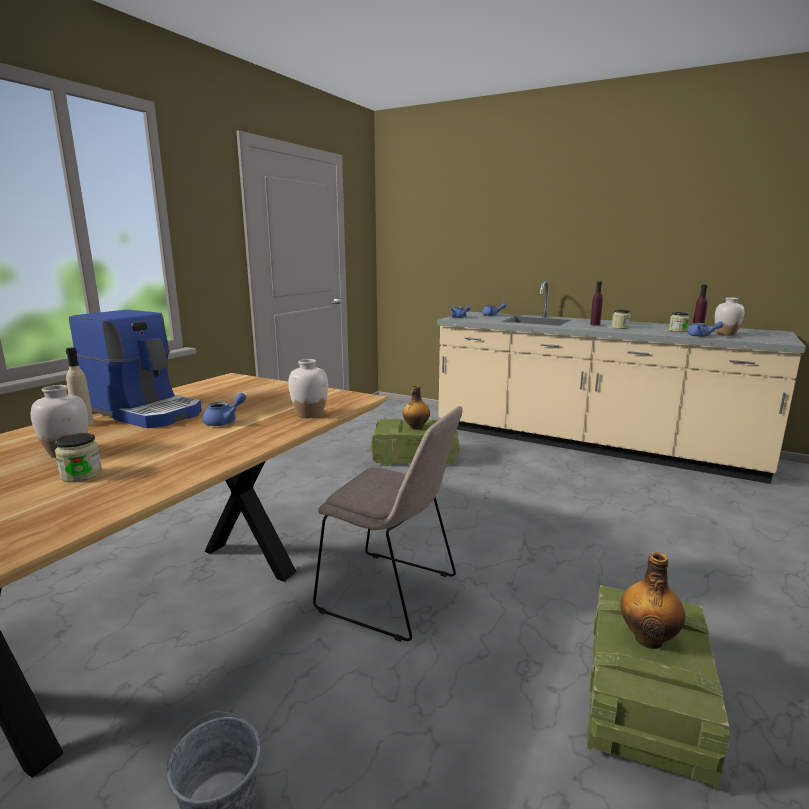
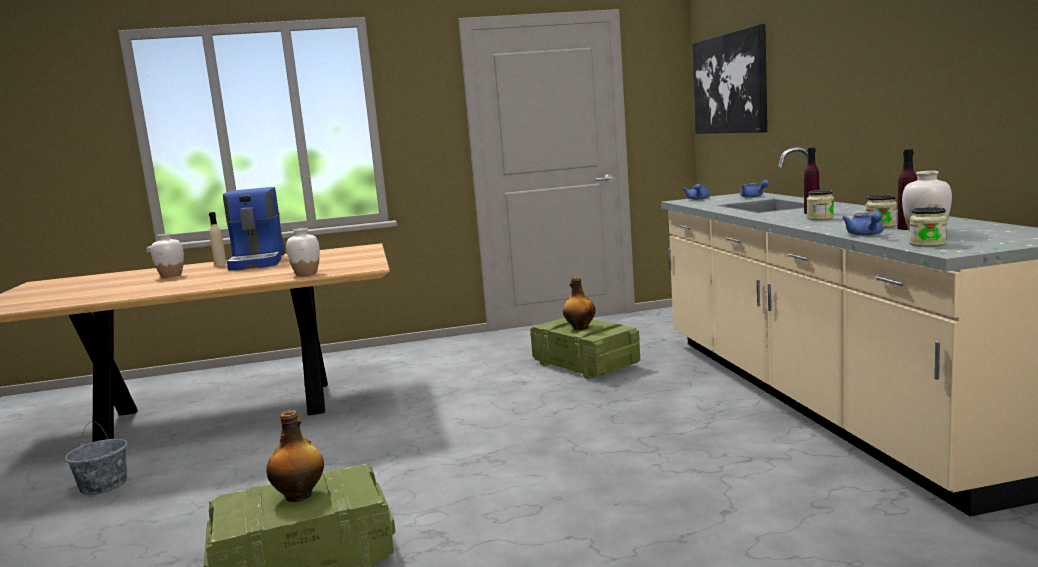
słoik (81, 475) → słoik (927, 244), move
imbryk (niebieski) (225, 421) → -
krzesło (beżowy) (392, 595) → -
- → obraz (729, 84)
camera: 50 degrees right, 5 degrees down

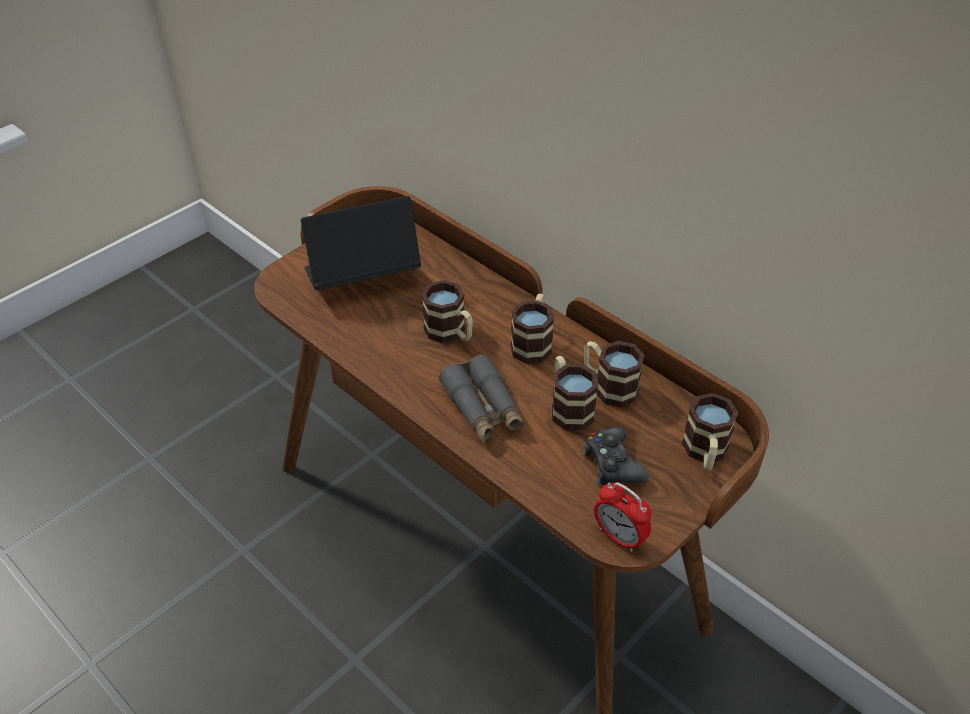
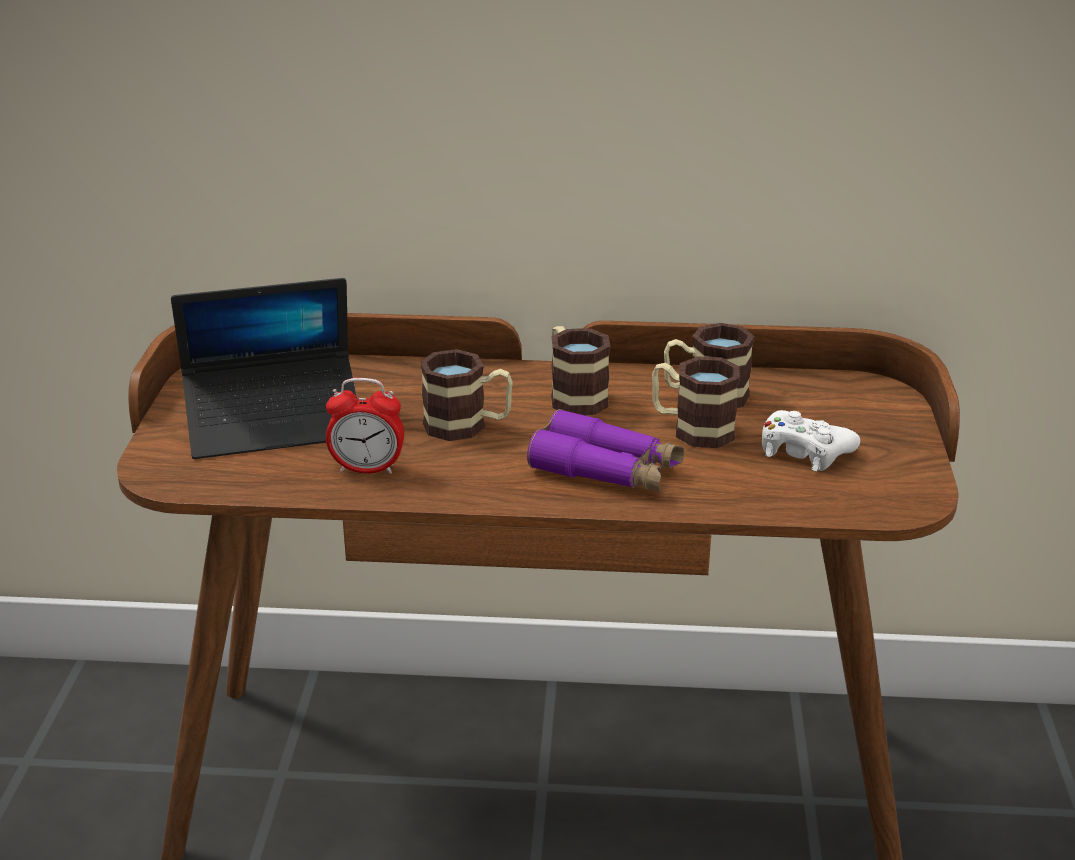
laptop (362, 277) → laptop (275, 422), 135 degrees counterclockwise
lornetka (szary) (483, 409) → lornetka (fioletowy) (606, 470)
pad do gier (czarny) (612, 464) → pad do gier (biały) (804, 451)
budzik (619, 537) → budzik (367, 469), move
kubek (705, 453) → -
camera: 40 degrees left, 15 degrees down

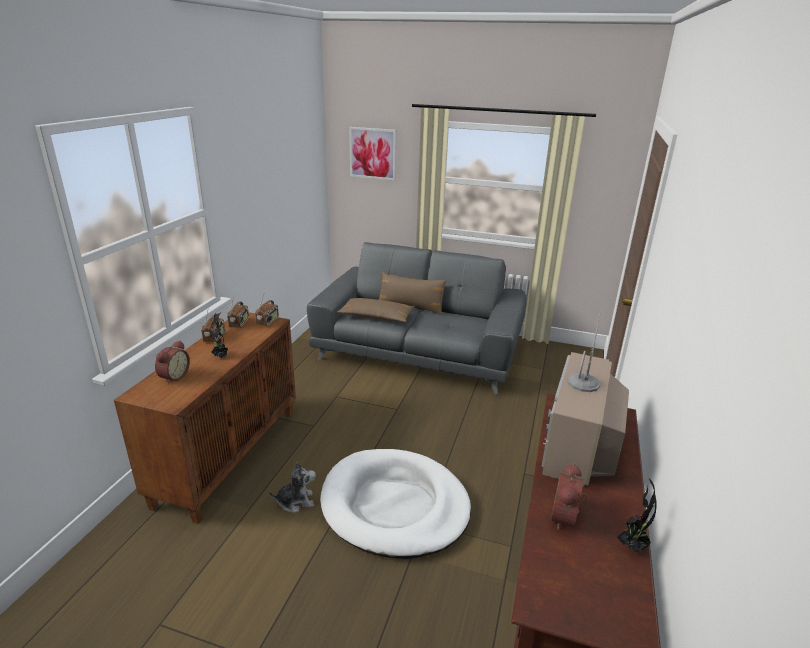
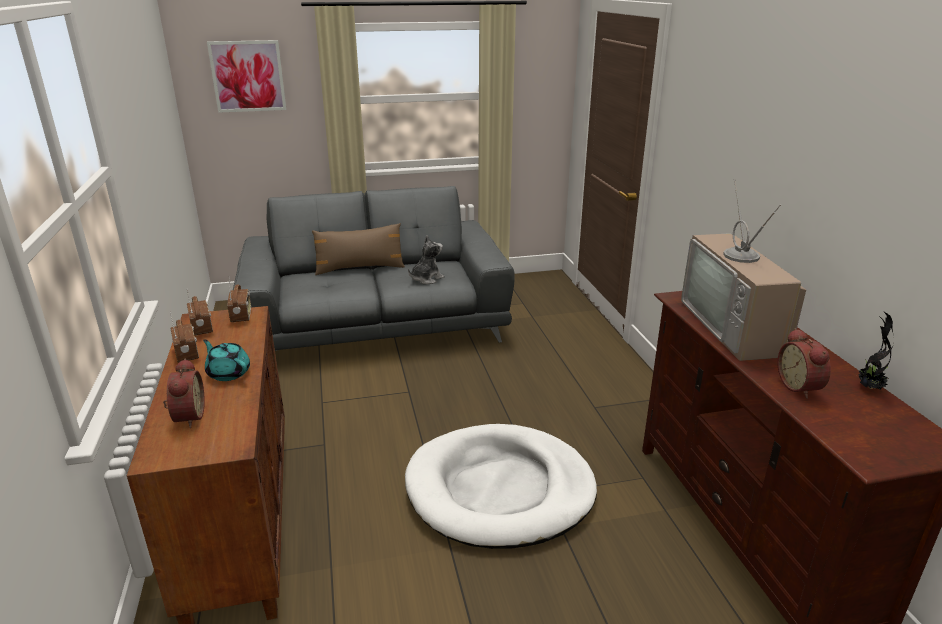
roślina doniczkowa (221, 357) → imbryk (turkusowy) (228, 373)
pluszak (295, 501) → pluszak (426, 279), move
poduszka (brązowy) (376, 317) → -
camera: 30 degrees left, 0 degrees up

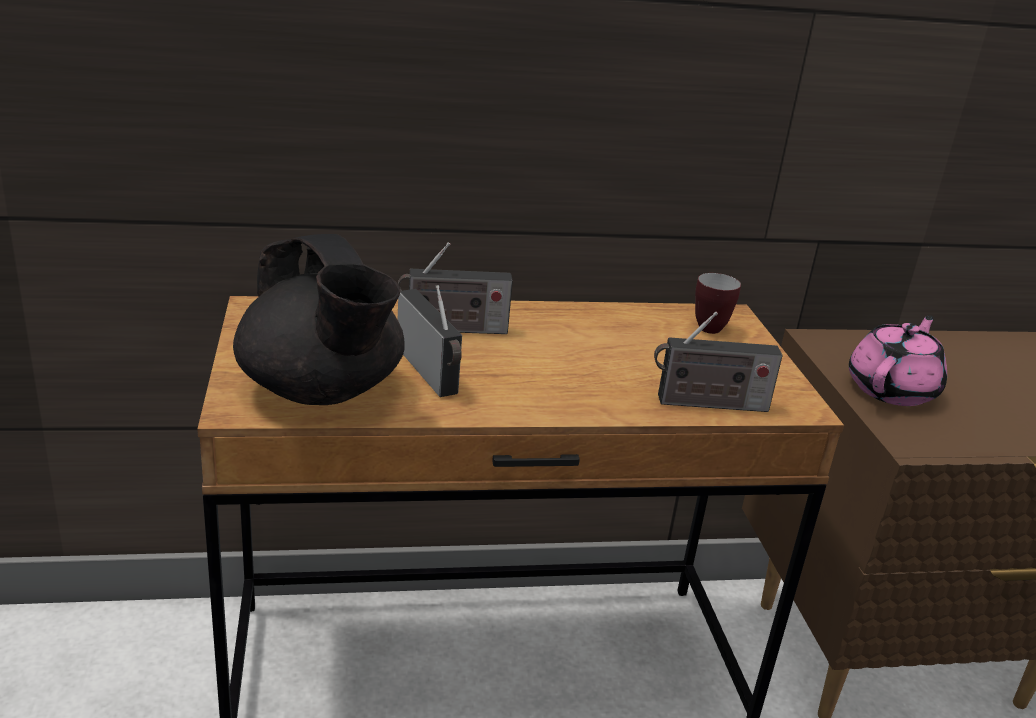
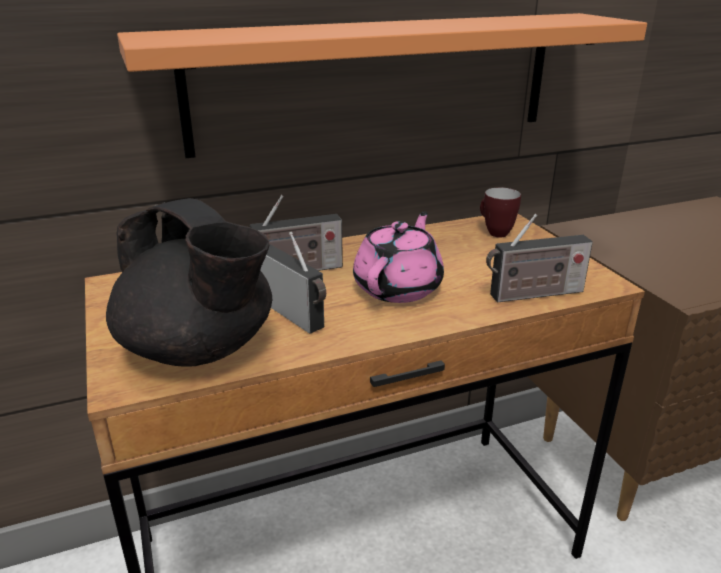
imbryk (różowy) (892, 389) → imbryk (różowy) (399, 287), move
- → półka (pomarańczowy) (376, 81)
camera: 10 degrees left, 0 degrees up

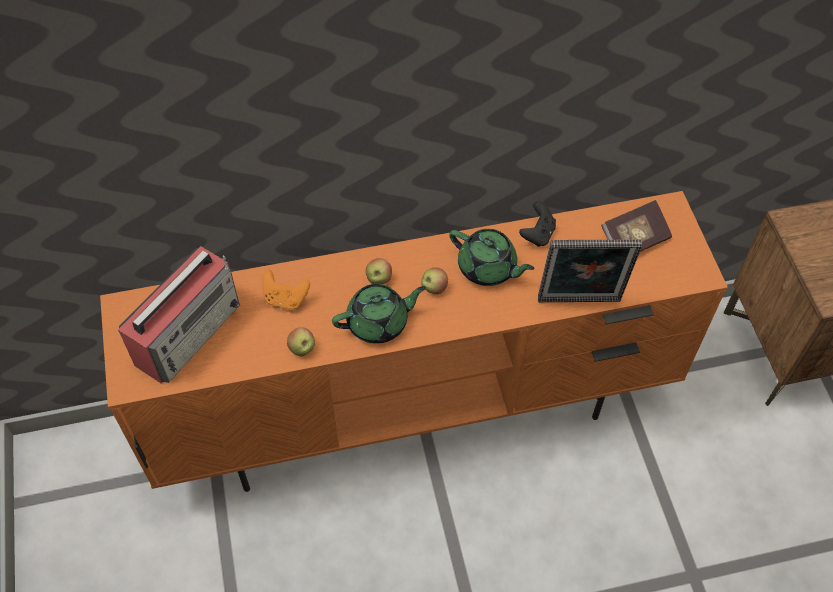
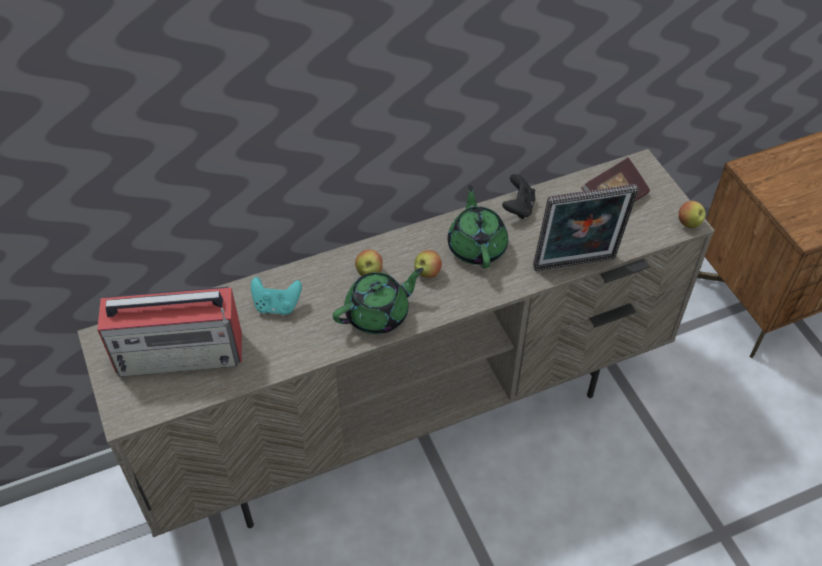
szafka pod telewizor (pomarańczowy) (417, 412) → szafka pod telewizor (beżowy) (411, 419)
radio (189, 332) → radio (181, 353), 60 degrees clockwise
pad do gier (pomarańczowy) (285, 299) → pad do gier (turkusowy) (277, 305)
jabłko (302, 349) → jabłko (689, 223), move
imbryk (zielony) (488, 268) → imbryk (zielony) (477, 246), 120 degrees counterclockwise
camera: 10 degrees left, 5 degrees down

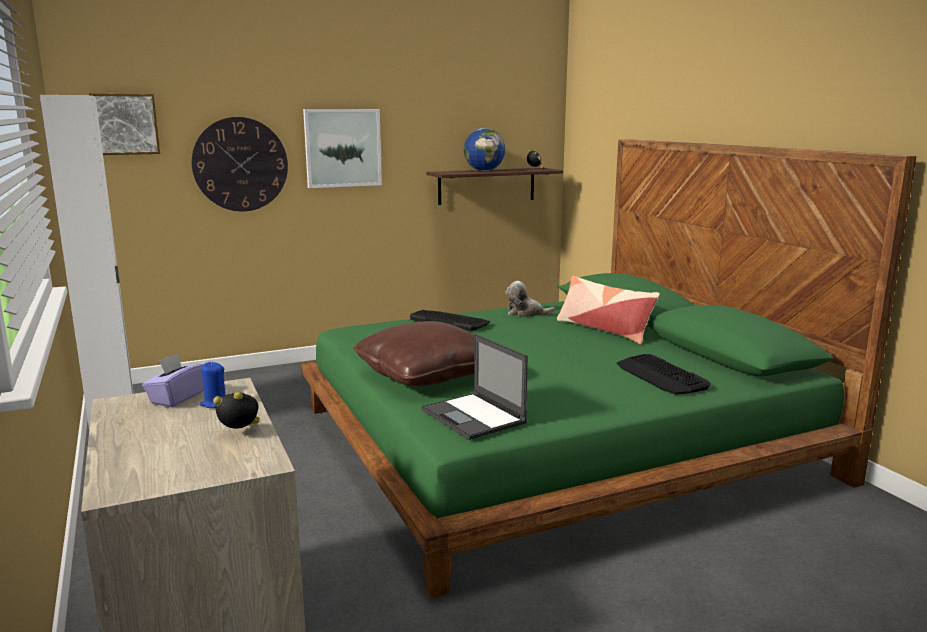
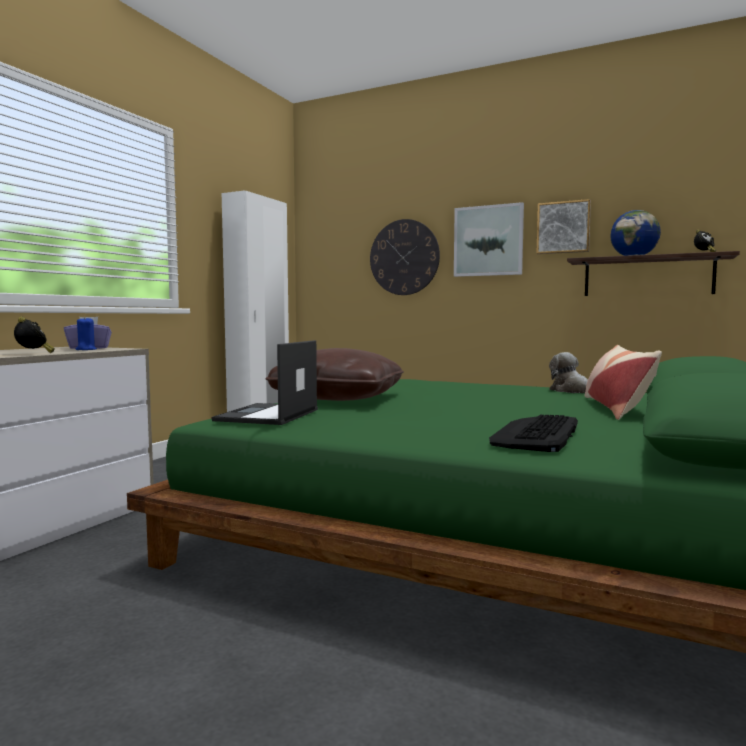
obraz (125, 124) → obraz (563, 227), move
klawiatura (449, 321) → -
camera: 50 degrees right, 10 degrees down

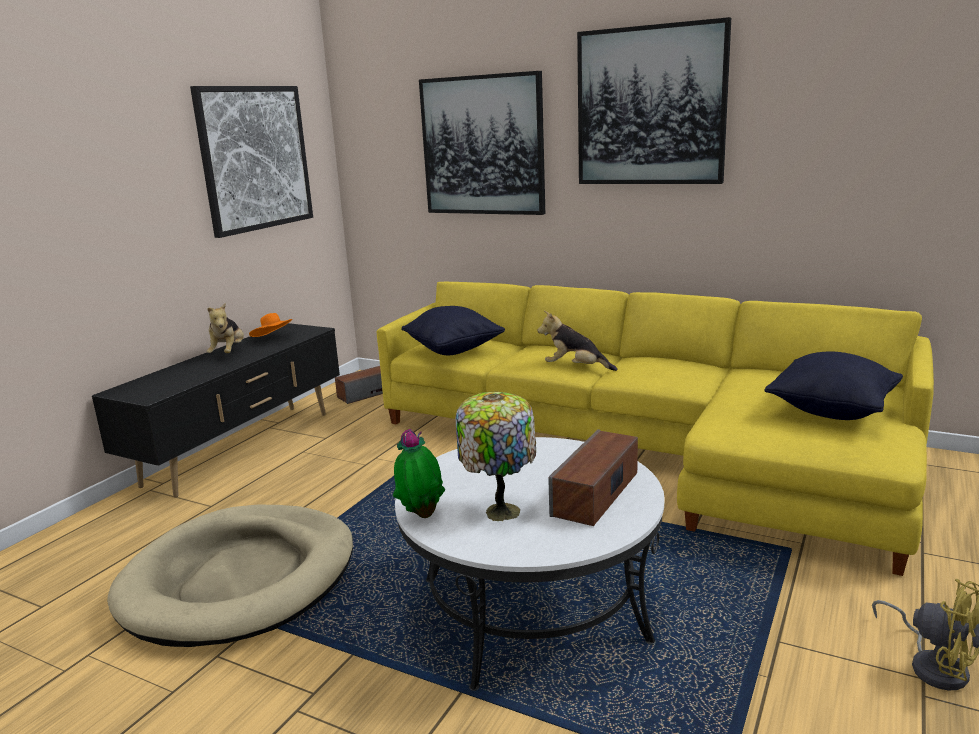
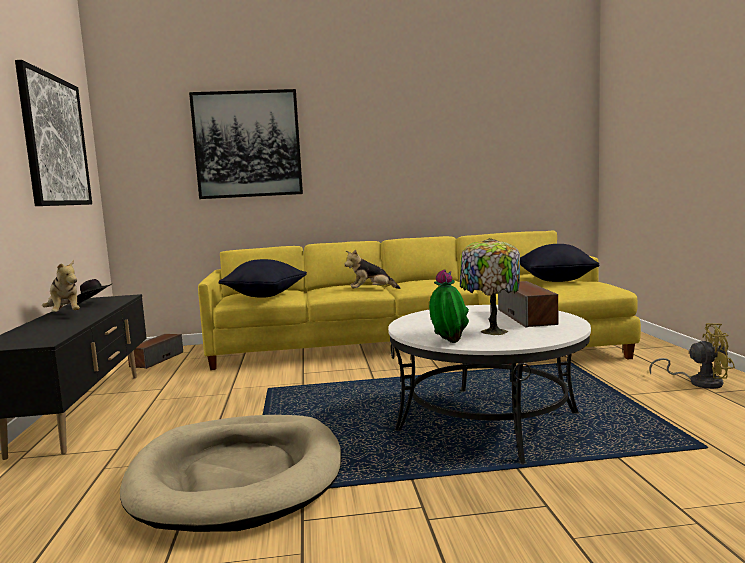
kapelusz (pomarańczowy) (273, 338) → kapelusz (czarny) (93, 304)
obraz (650, 106) → -
camera: 35 degrees left, 10 degrees down

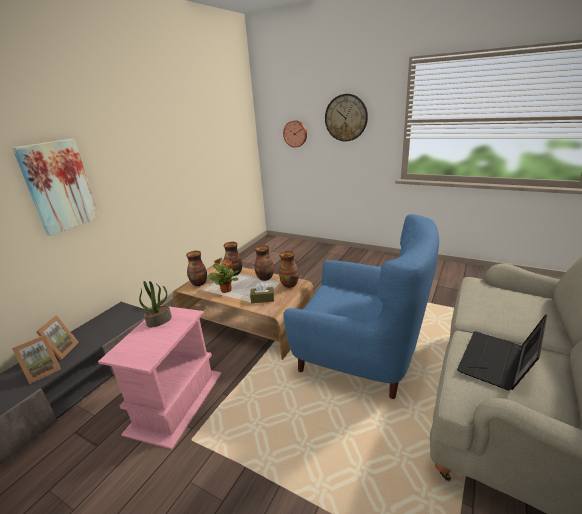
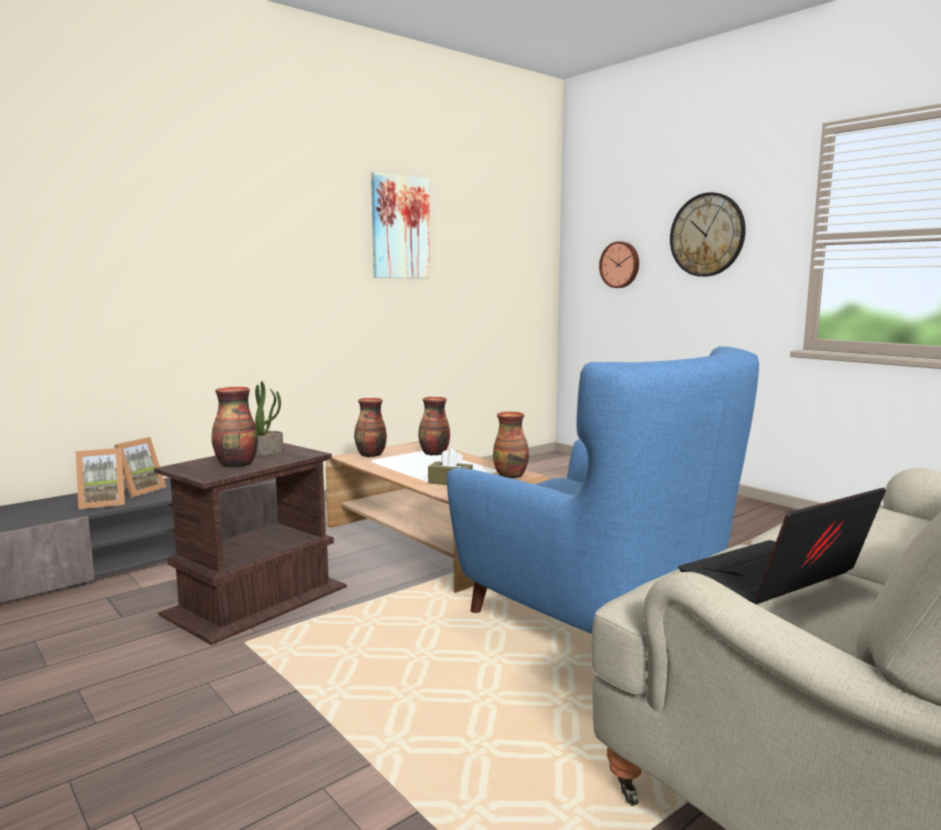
obraz (59, 186) → obraz (400, 227), move
stolik (różowy) (176, 401) → stolik (brązowy) (258, 599)
roślina doniczkowa (226, 290) → -
wazon (265, 278) → wazon (237, 465), move
camera: 20 degrees right, 15 degrees down

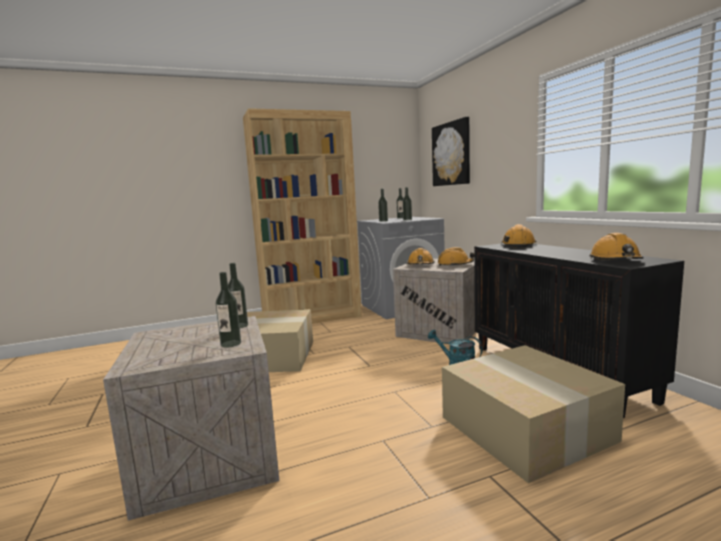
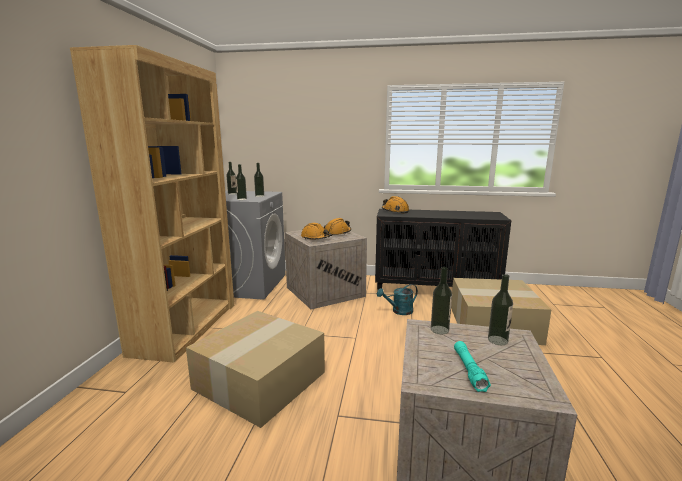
obraz (451, 154) → -
kask (pomarańczowy) (615, 260) → -
- → latarka (turkusowy) (469, 370)
camera: 60 degrees left, 5 degrees up

